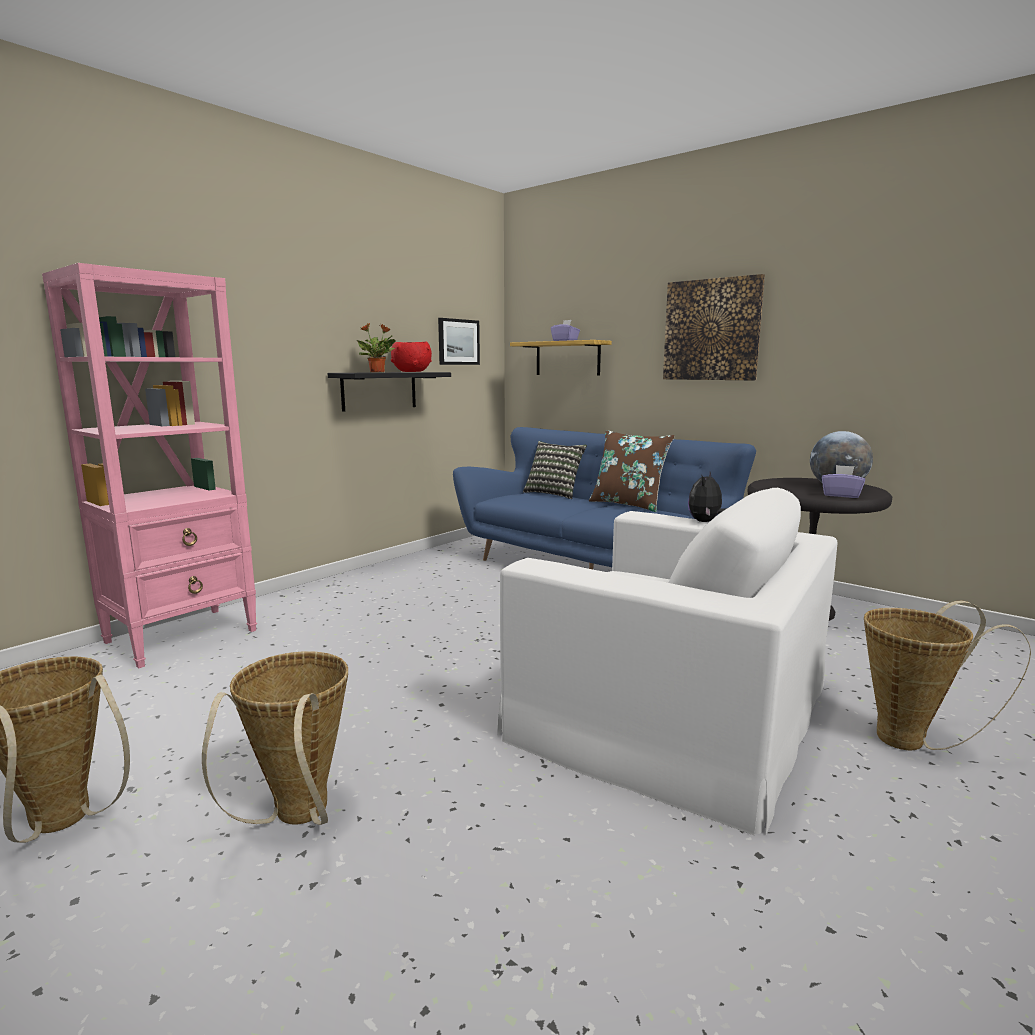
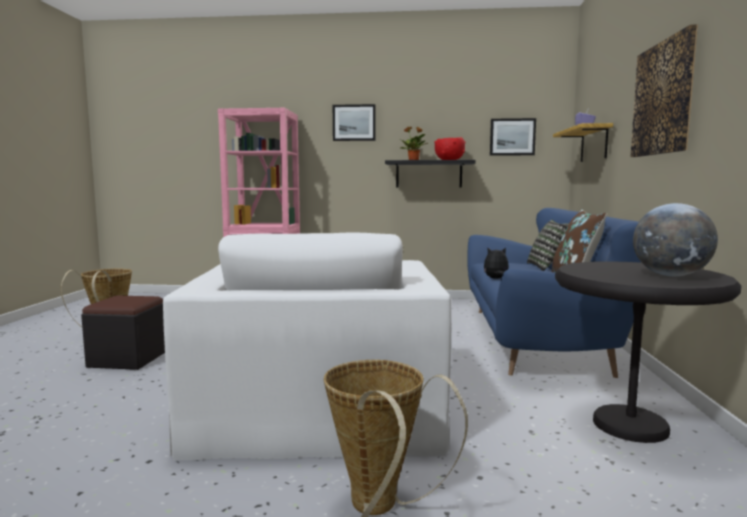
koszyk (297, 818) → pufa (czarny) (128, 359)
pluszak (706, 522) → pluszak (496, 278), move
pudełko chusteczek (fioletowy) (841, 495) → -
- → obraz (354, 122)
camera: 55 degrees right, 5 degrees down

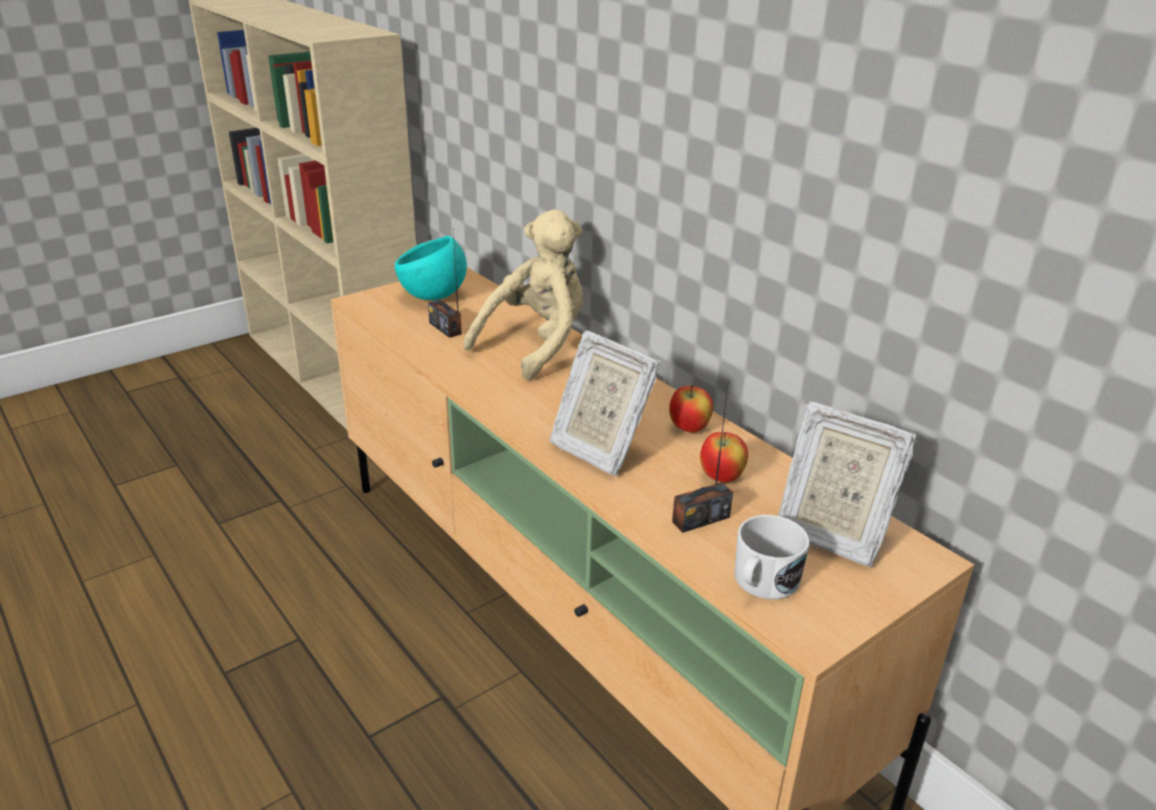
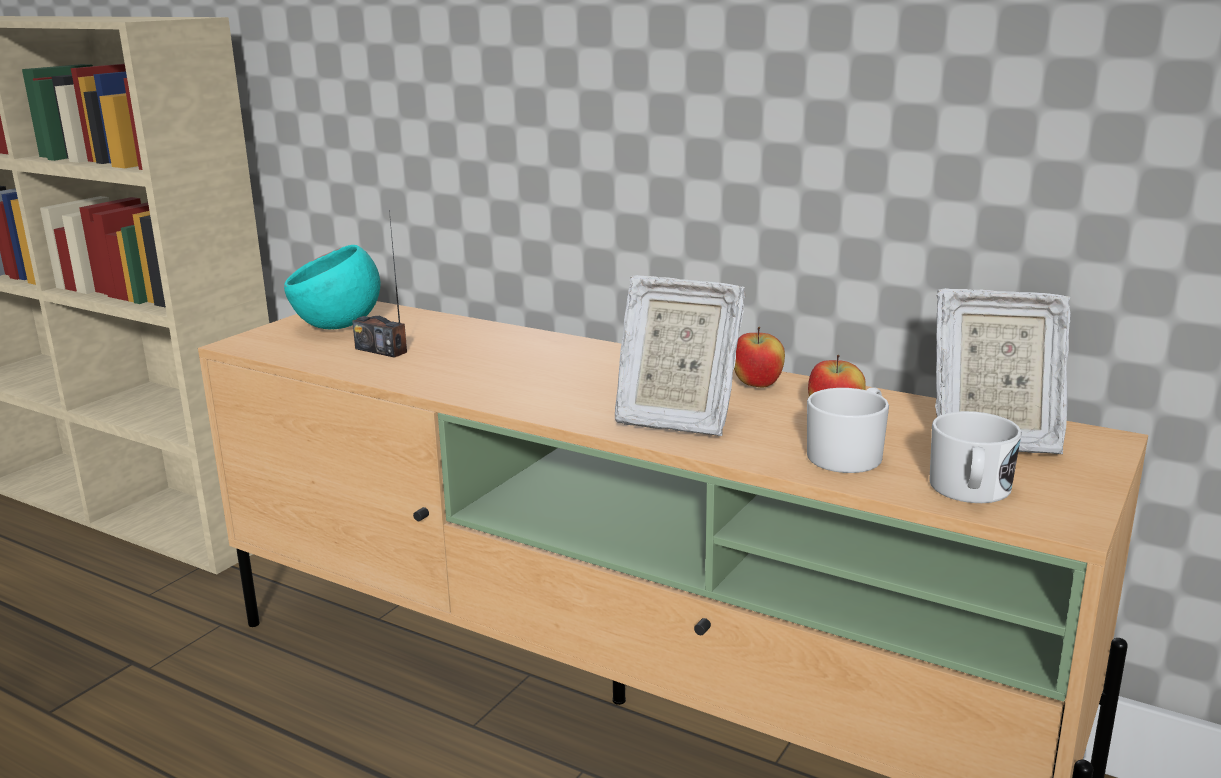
pluszak (beżowy) (536, 345) → -
radio (700, 519) → kubek (biały) (849, 454)
camera: 20 degrees left, 10 degrees down

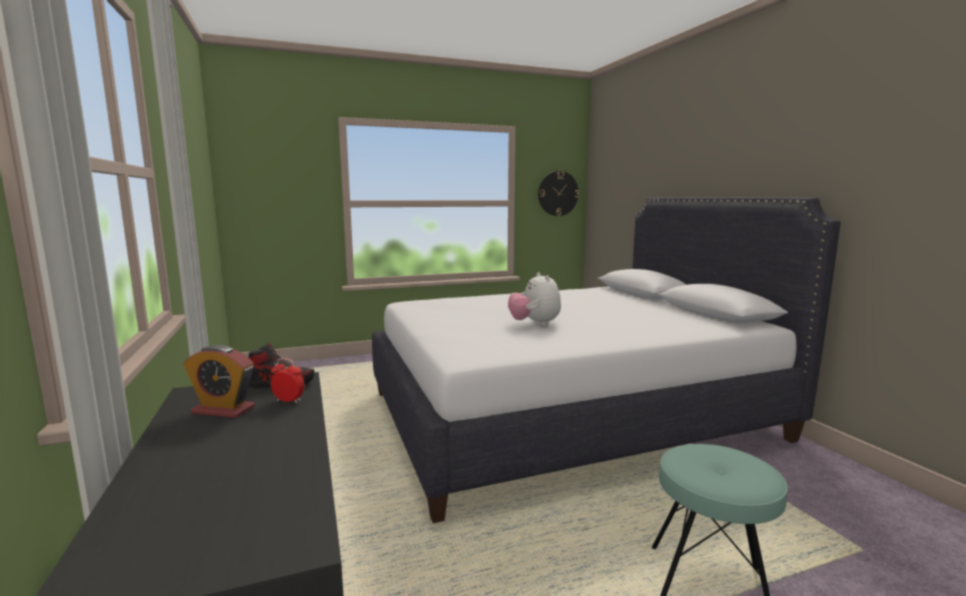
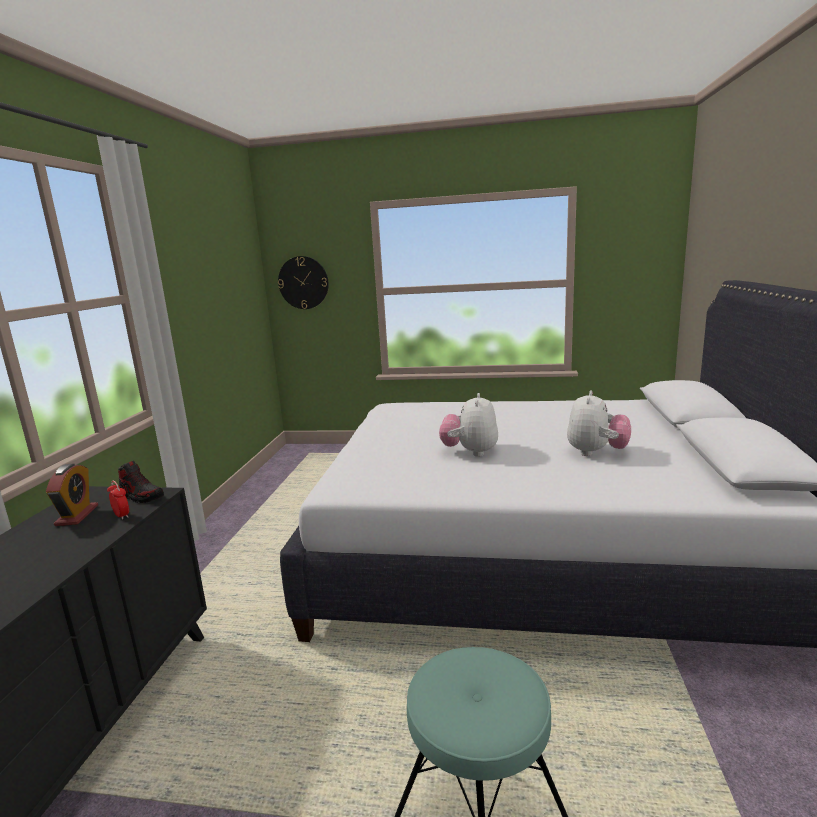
budzik (223, 410) → budzik (77, 515), 135 degrees counterclockwise
zegar ścienny (558, 193) → zegar ścienny (303, 282), move
- → pluszak (596, 453)
camera: 30 degrees right, 5 degrees up

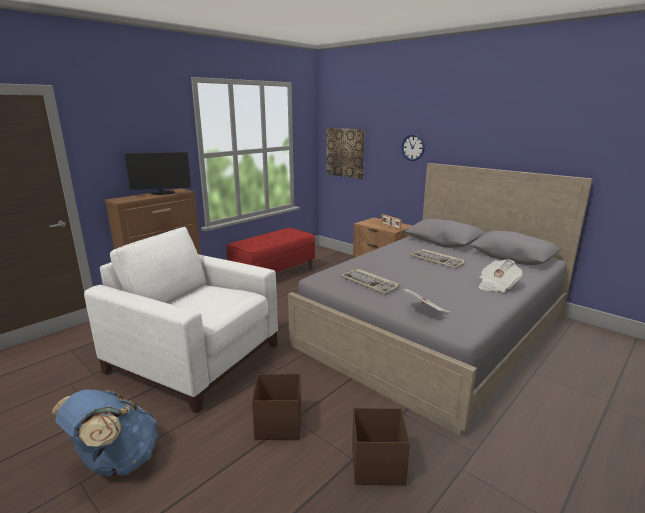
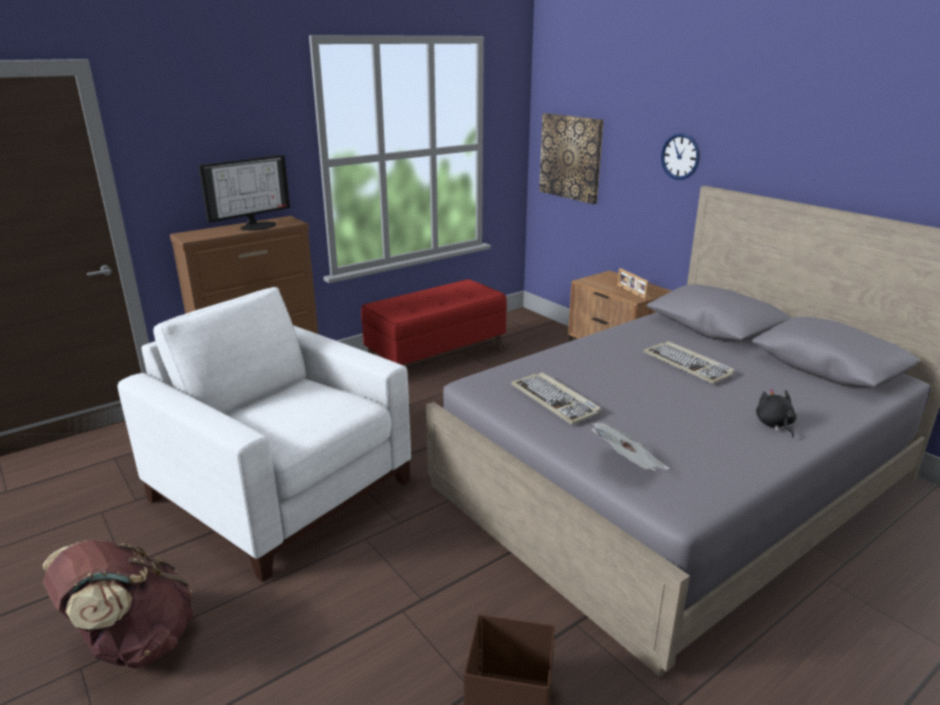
plecak (niebieski) (116, 462) → plecak (brązowy) (134, 643)
monitor (162, 193) → monitor (257, 225), 135 degrees clockwise
pojemnik do przechowywania (brązowy) (278, 424) → -
gazeta (496, 286) → pluszak (czarny) (774, 425)
camera: 10 degrees right, 5 degrees up

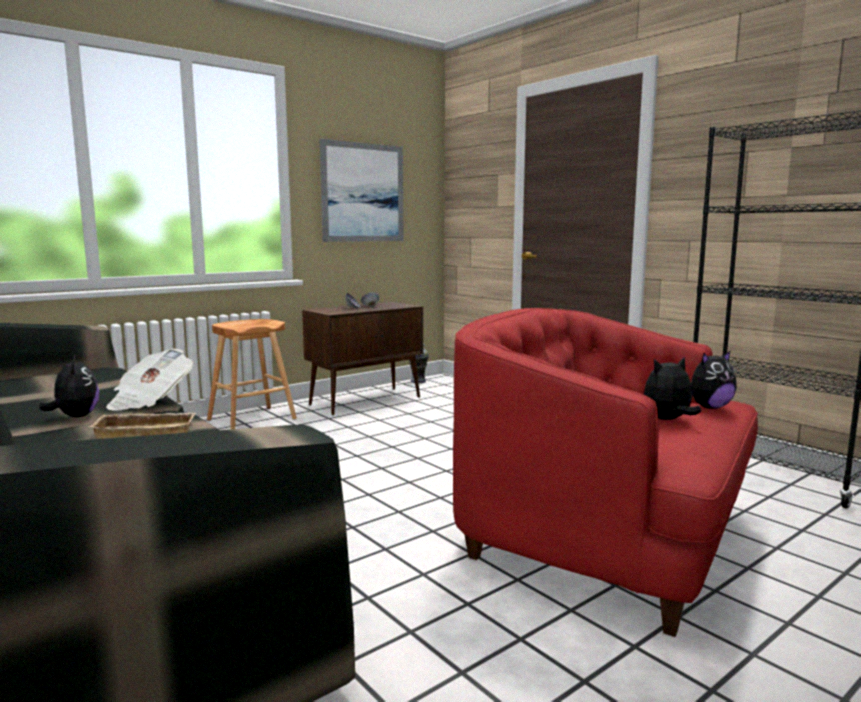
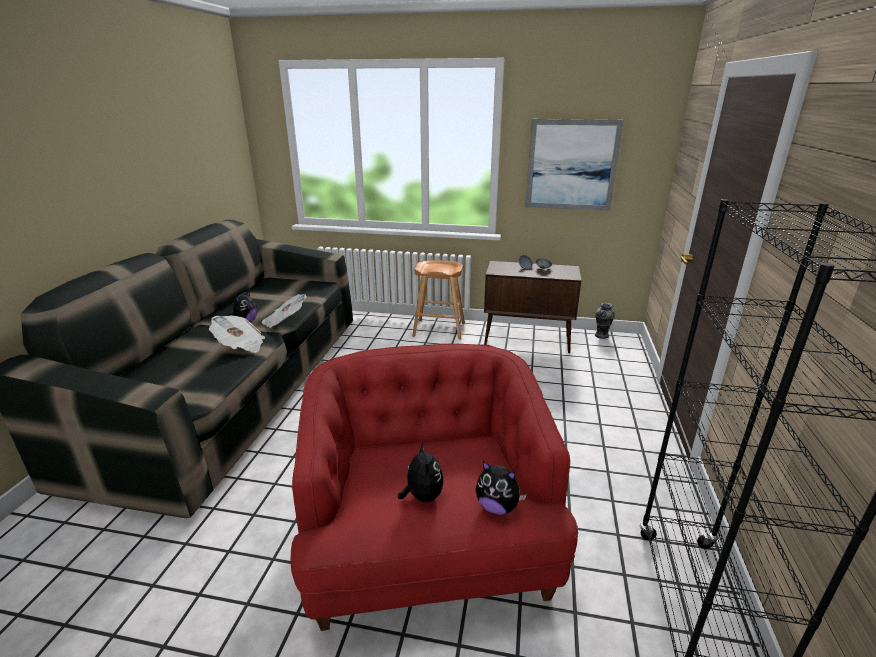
taca (beżowy) (148, 430) → gazeta (240, 345)
pluszak (668, 420) → pluszak (422, 496), 45 degrees clockwise
camera: 50 degrees right, 15 degrees up

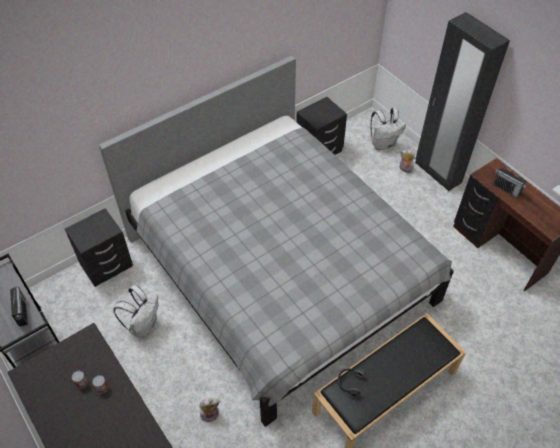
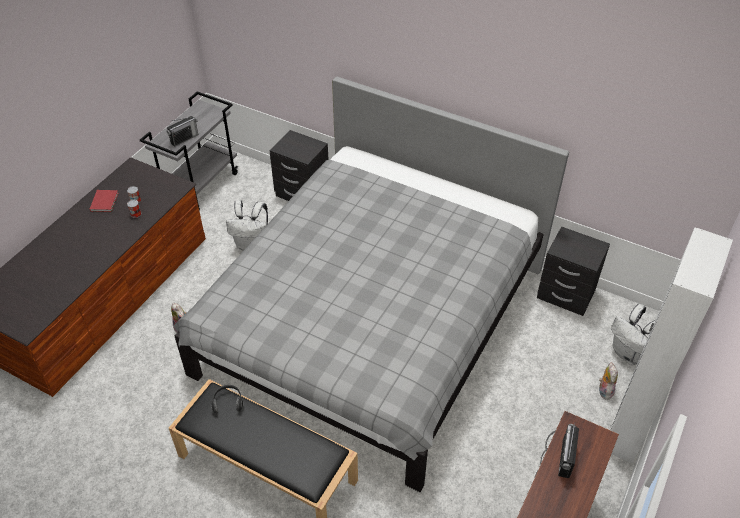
szafa (czarny) (437, 173) → szafa (biały) (627, 429)
- → książka (czerwony) (105, 201)
camera: 65 degrees right, 5 degrees down

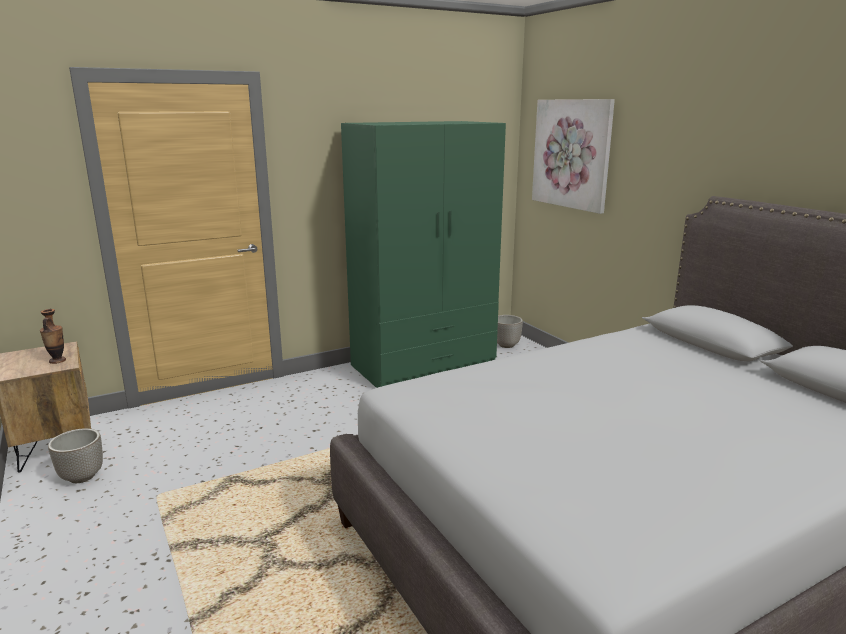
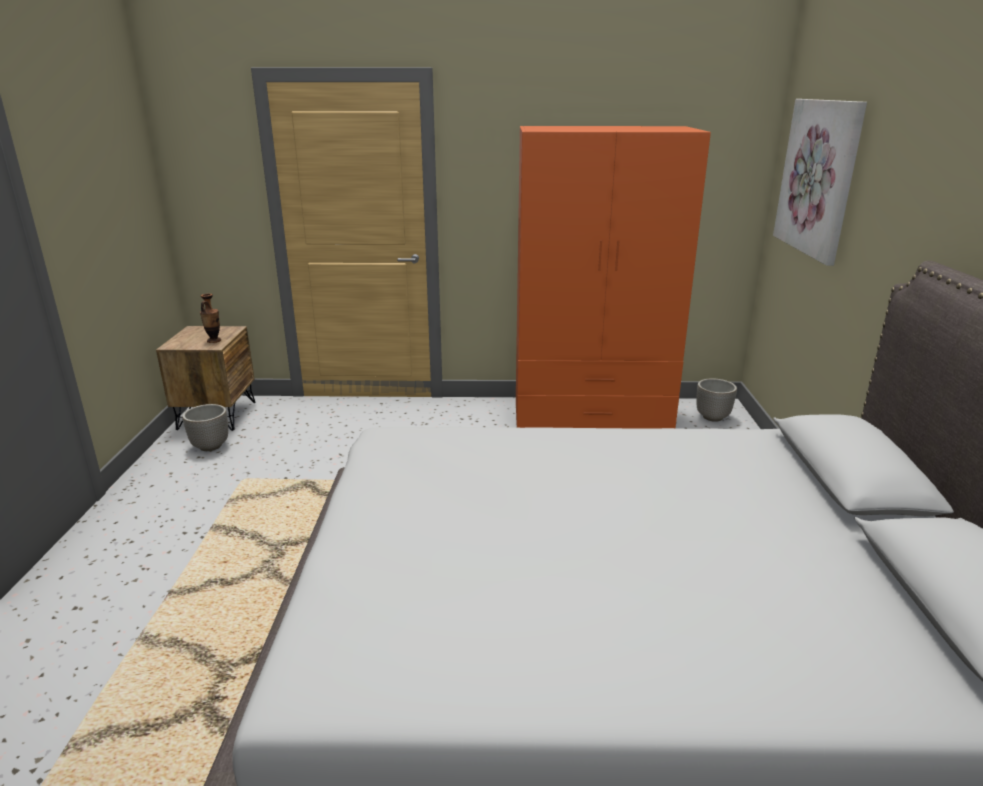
szafa (zielony) (424, 365) → szafa (pomarańczowy) (591, 418)
camera: 30 degrees right, 5 degrees up

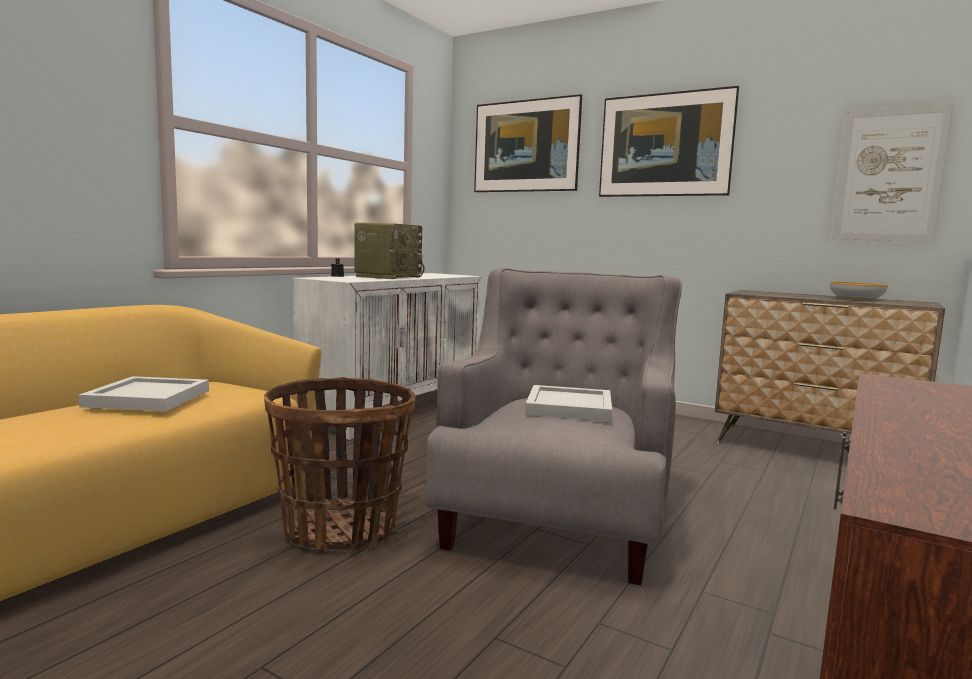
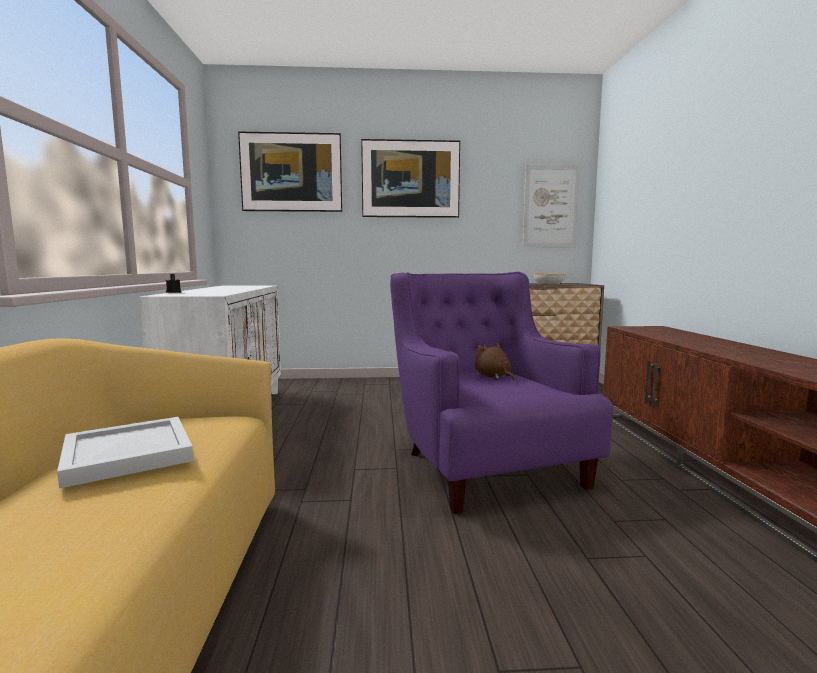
koszyk (341, 529) → -
radio (388, 277) → -
fotel (szary) (557, 518) → fotel (fioletowy) (484, 464)
taca (biały) (568, 407) → pluszak (brązowy) (493, 377)
camera: 35 degrees left, 0 degrees up

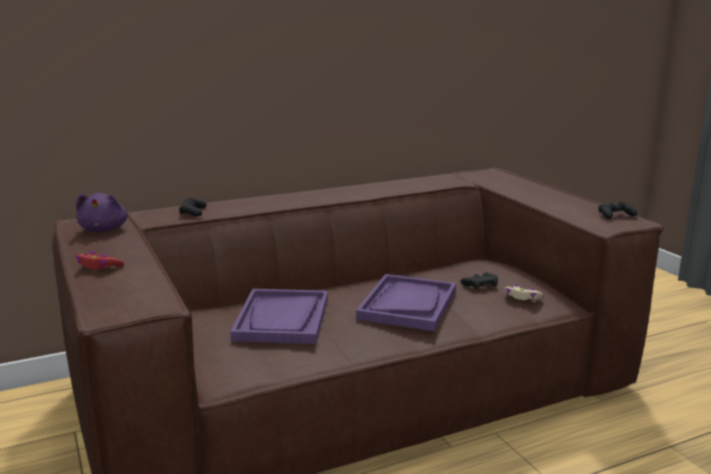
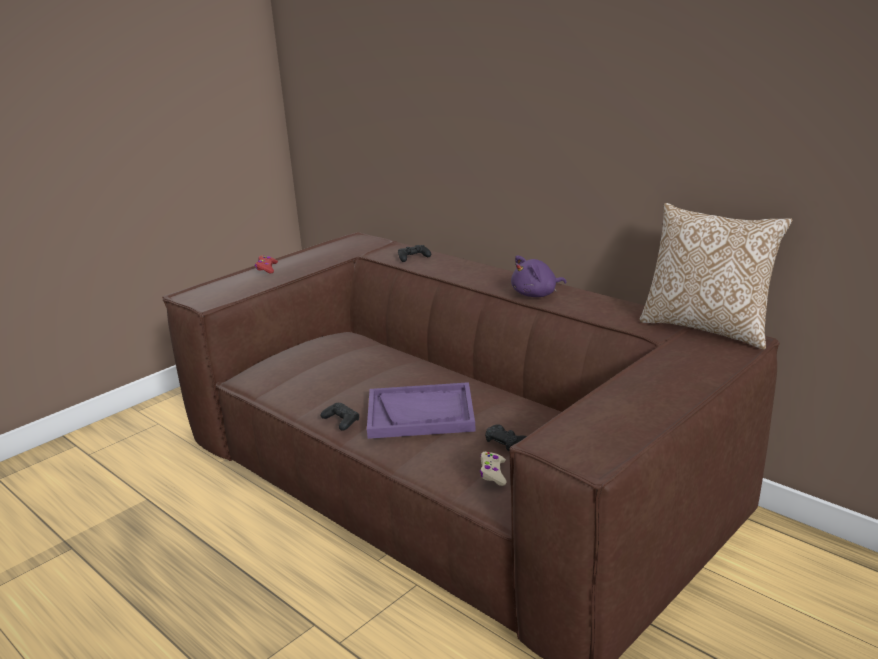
pluszak (fioletowy) (104, 229) → pluszak (fioletowy) (536, 294), move
taca (fioletowy) (282, 319) → -
pad do gier (czarny) (615, 215) → pad do gier (czarny) (341, 421), move
- → poduszka (707, 327)
camera: 70 degrees right, 5 degrees up

